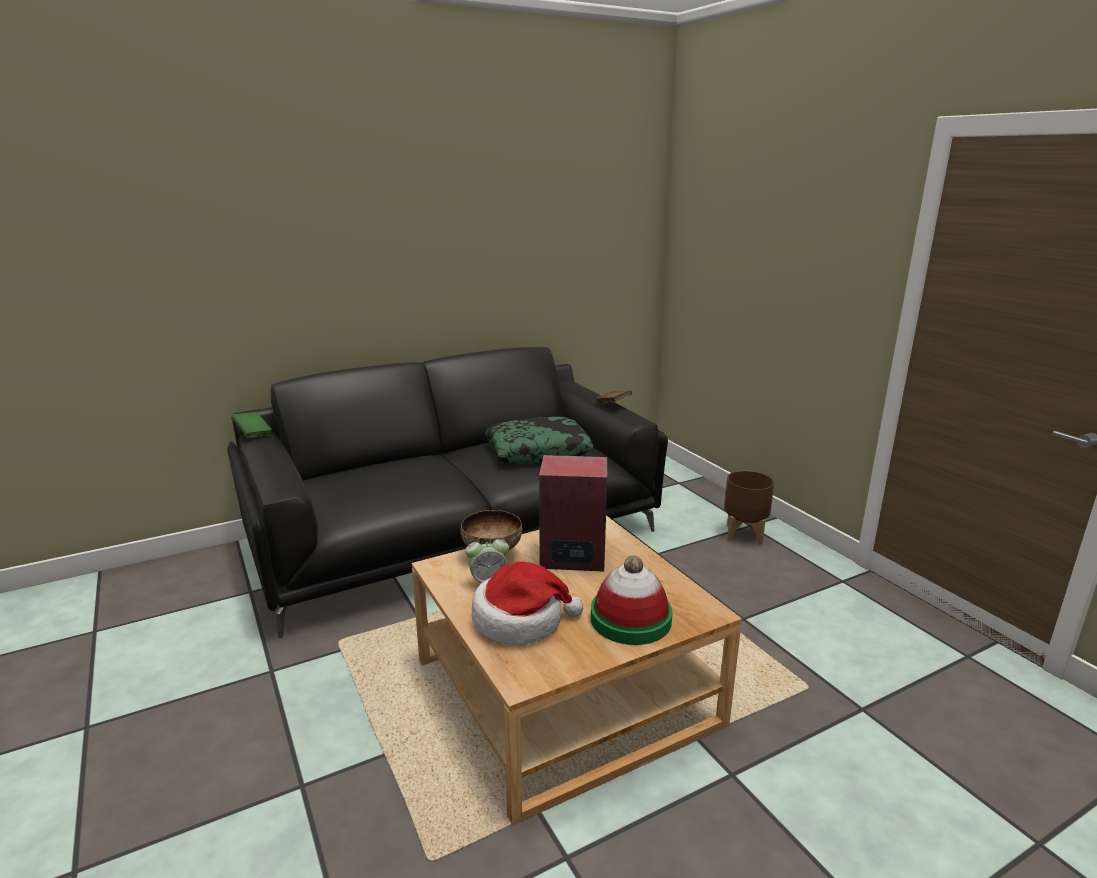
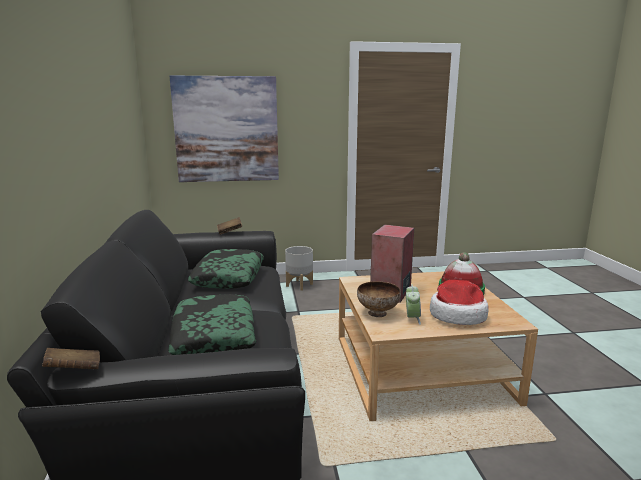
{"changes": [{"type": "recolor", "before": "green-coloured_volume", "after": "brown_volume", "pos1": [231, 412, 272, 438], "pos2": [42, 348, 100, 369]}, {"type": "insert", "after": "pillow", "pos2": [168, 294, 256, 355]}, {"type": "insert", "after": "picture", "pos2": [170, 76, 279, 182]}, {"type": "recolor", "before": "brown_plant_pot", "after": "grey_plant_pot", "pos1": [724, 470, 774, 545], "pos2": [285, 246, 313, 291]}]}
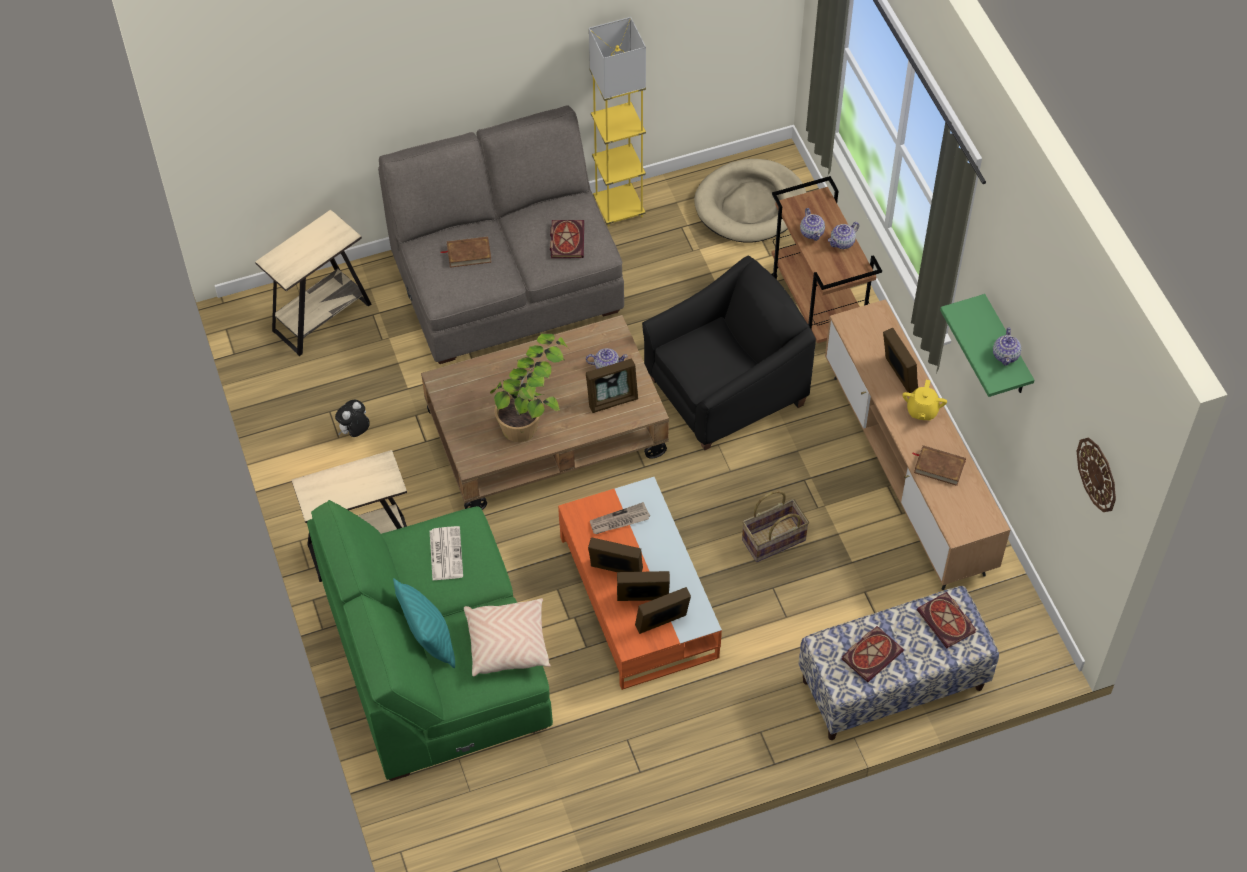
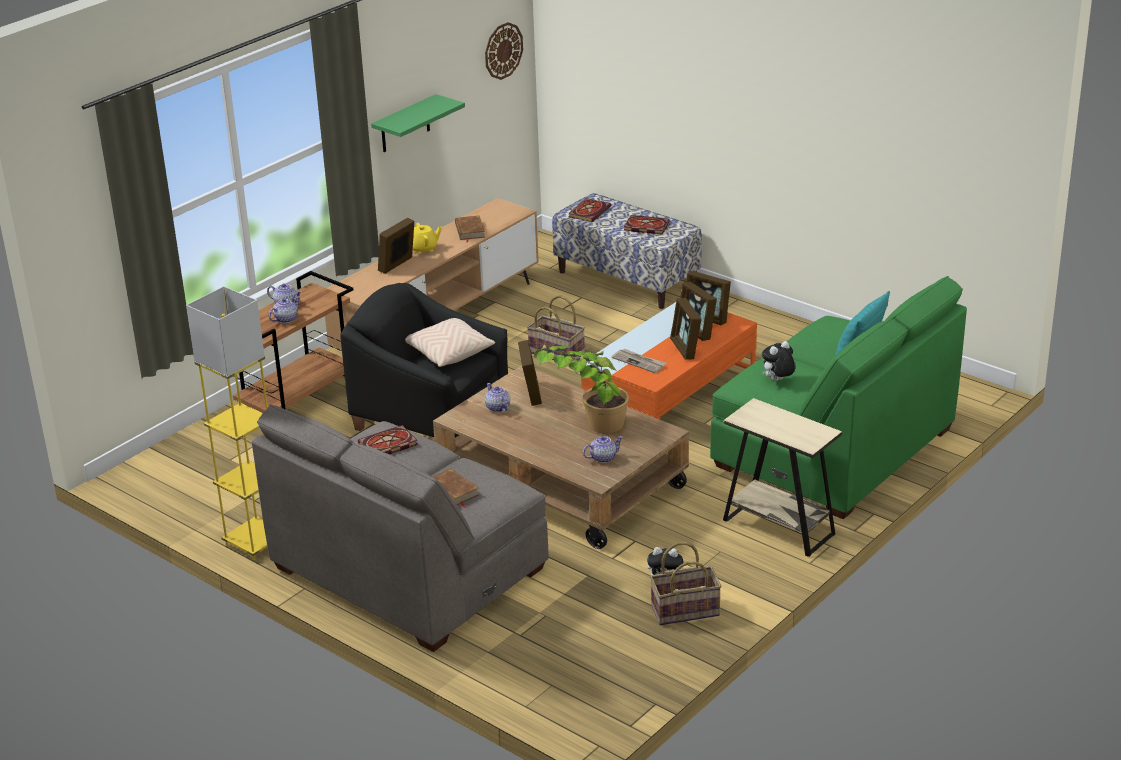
{"changes": [{"type": "move", "before": "beige-coloured_pillow", "pos1": [464, 598, 551, 677], "pos2": [405, 318, 495, 367]}, {"type": "rotate", "before": "photo_frame", "pos1": [586, 358, 638, 413], "pos2": [518, 340, 542, 406], "turn": 45}, {"type": "move", "before": "pot_for_tea", "pos1": [993, 327, 1021, 366], "pos2": [583, 436, 623, 463]}, {"type": "insert", "after": "basket", "pos2": [650, 542, 722, 625]}, {"type": "replace", "before": "newspaper", "after": "soft_toy", "pos1": [430, 526, 463, 580], "pos2": [762, 341, 796, 381]}, {"type": "delete", "before": "beige-coloured_end_table", "pos1": [255, 210, 371, 356]}, {"type": "delete", "before": "beige-coloured_pet_bed", "pos1": [694, 159, 806, 242]}]}
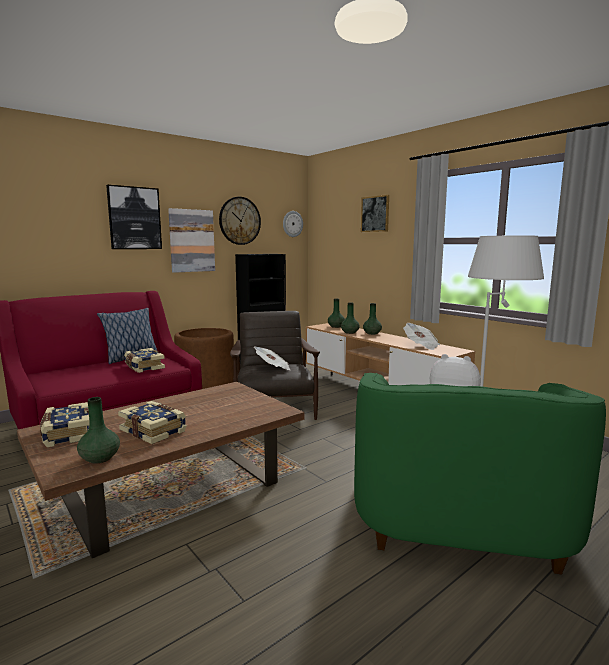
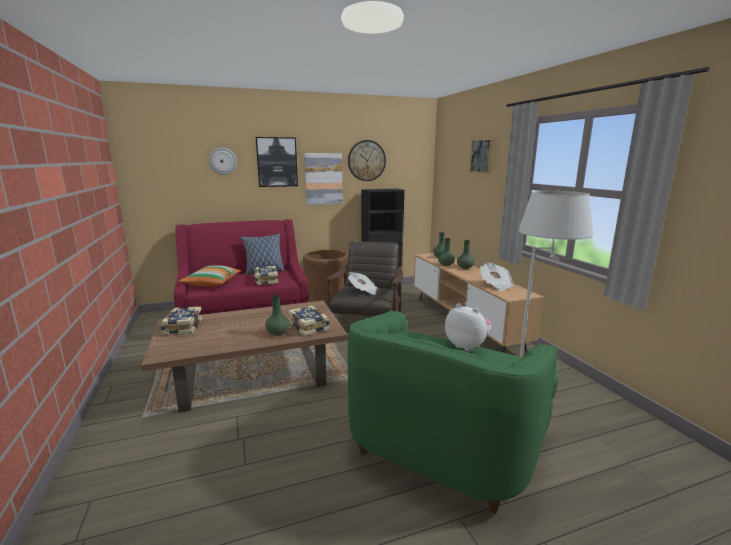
{"changes": [{"type": "insert", "after": "pillow", "pos2": [179, 265, 241, 286]}, {"type": "move", "before": "hanging_clock", "pos1": [283, 211, 303, 237], "pos2": [209, 147, 237, 175]}, {"type": "move", "before": "green-coloured_flower_vase", "pos1": [77, 397, 120, 464], "pos2": [265, 295, 290, 336]}, {"type": "move", "before": "volume", "pos1": [118, 401, 187, 444], "pos2": [288, 306, 330, 336]}]}
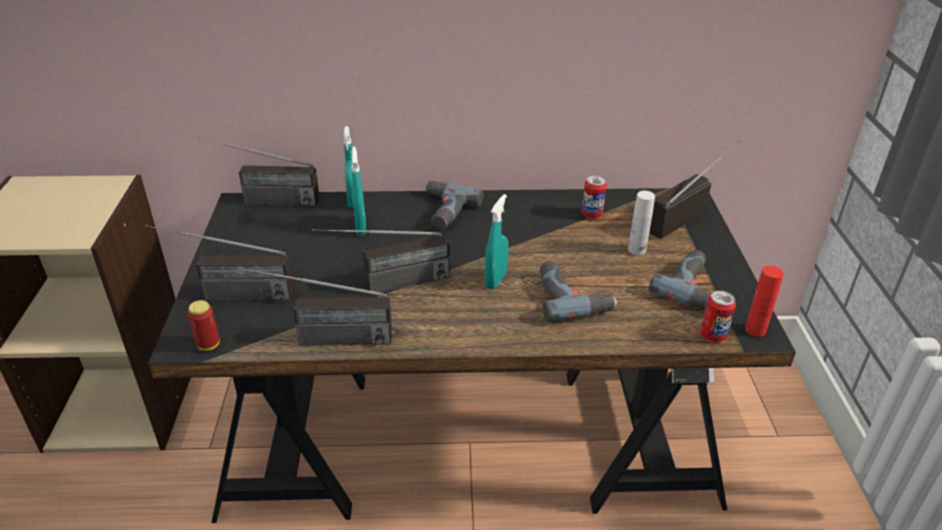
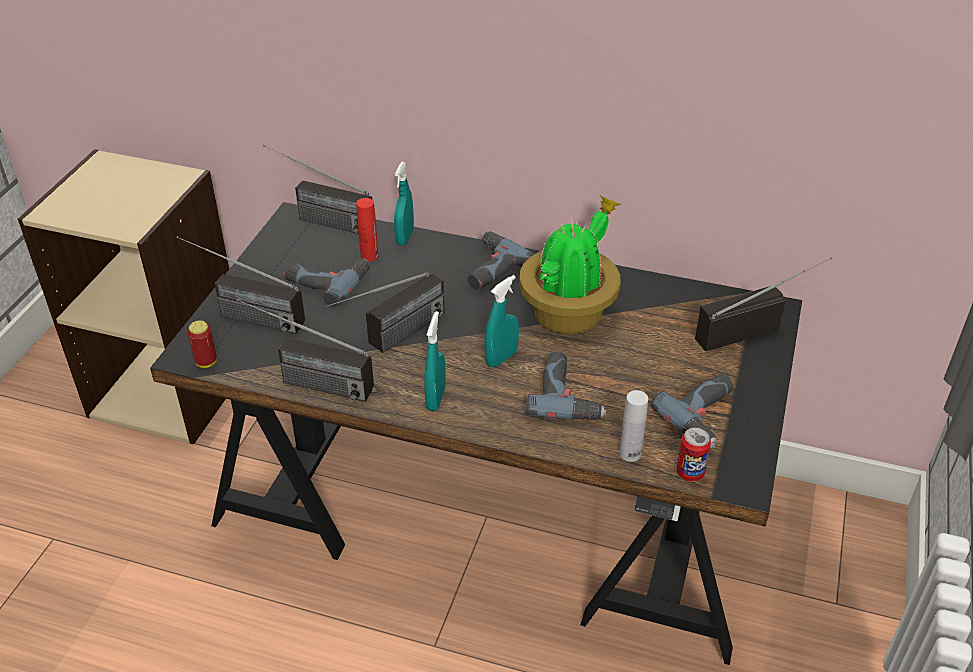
{"changes": [{"type": "insert", "after": "electric_drill", "pos2": [283, 258, 370, 307]}, {"type": "rotate", "before": "radio", "pos1": [313, 229, 450, 292], "pos2": [326, 272, 444, 353], "turn": -45}, {"type": "move", "before": "reddish_beverage_bottle", "pos1": [745, 266, 784, 337], "pos2": [356, 198, 379, 261]}, {"type": "move", "before": "blue-green_sprayer", "pos1": [352, 146, 366, 236], "pos2": [424, 311, 446, 411]}, {"type": "insert", "after": "plant_in_a_pot", "pos2": [519, 195, 621, 334]}, {"type": "move", "before": "whitish_beverage_bottle", "pos1": [628, 191, 655, 255], "pos2": [619, 390, 648, 462]}, {"type": "delete", "before": "sealed_can", "pos1": [582, 176, 607, 219]}]}
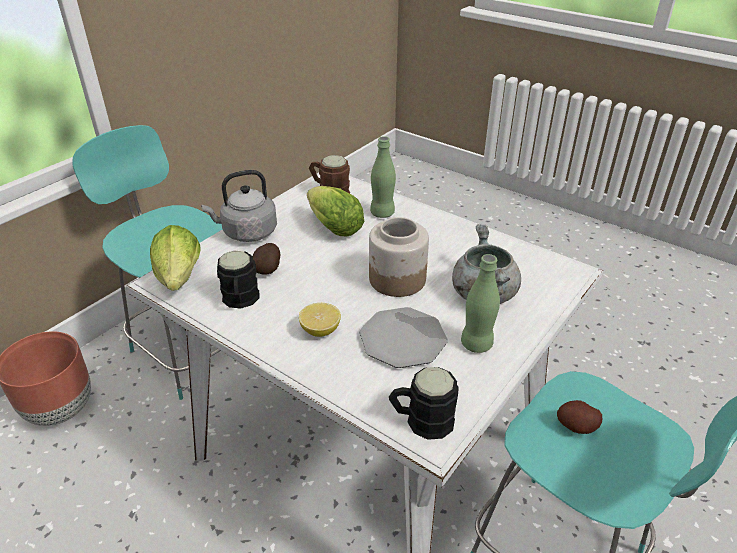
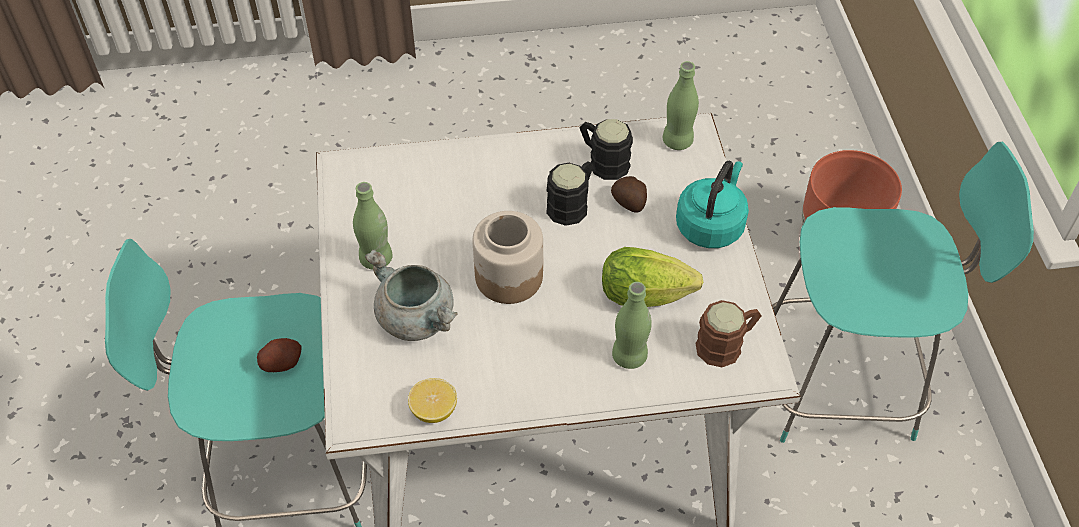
{"changes": [{"type": "move", "before": "lemon", "pos1": [299, 303, 341, 337], "pos2": [408, 378, 457, 423]}, {"type": "move", "before": "black-coloured_tea_mug", "pos1": [389, 367, 458, 440], "pos2": [546, 161, 593, 226]}, {"type": "replace", "before": "lettuce", "after": "green-coloured_beverage_bottle", "pos1": [150, 225, 201, 291], "pos2": [663, 61, 699, 150]}, {"type": "recolor", "before": "grey_water_kettle", "after": "blue-green_water_kettle", "pos1": [201, 170, 277, 242], "pos2": [676, 161, 749, 248]}, {"type": "delete", "before": "dinner_plate", "pos1": [360, 307, 448, 368]}]}
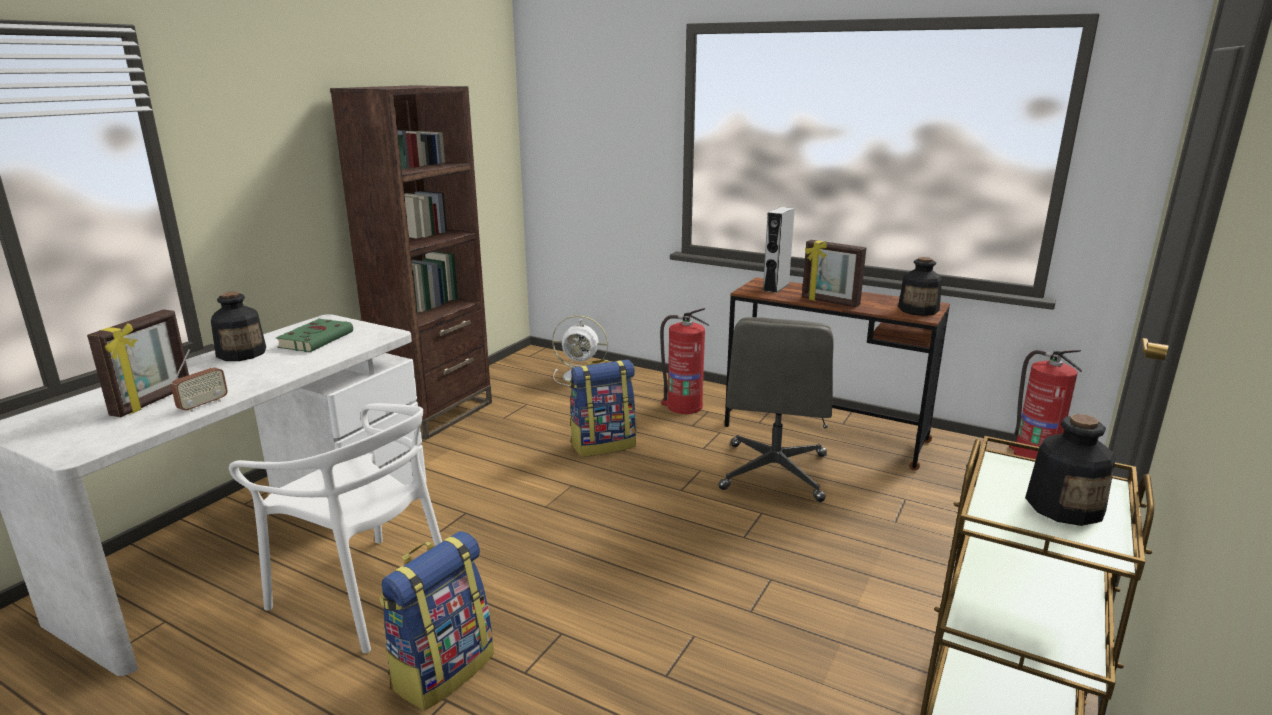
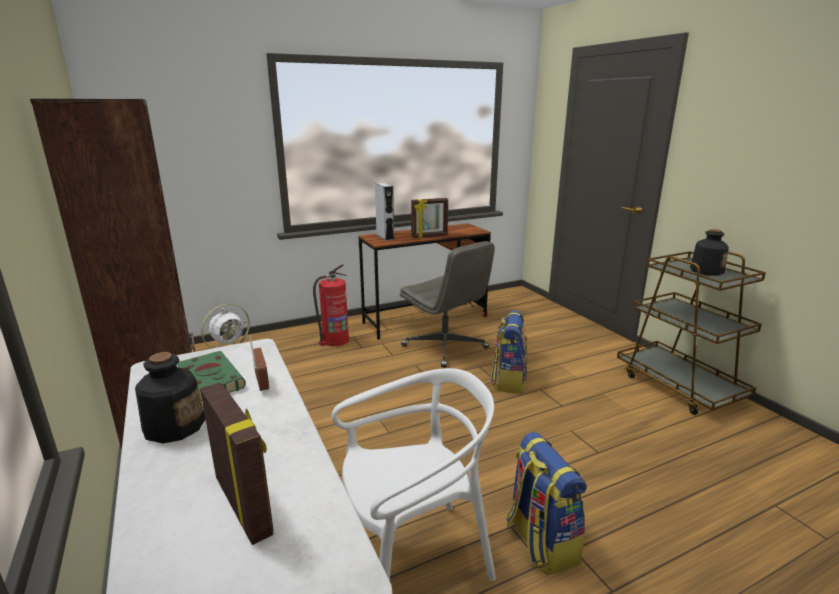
{"changes": [{"type": "move", "before": "radio", "pos1": [171, 349, 228, 412], "pos2": [249, 335, 269, 391]}, {"type": "move", "before": "backpack", "pos1": [570, 359, 636, 457], "pos2": [491, 310, 528, 394]}, {"type": "delete", "before": "beverage_bottle", "pos1": [898, 257, 942, 316]}, {"type": "delete", "before": "fire-fighting_cylinder", "pos1": [1009, 350, 1082, 459]}]}
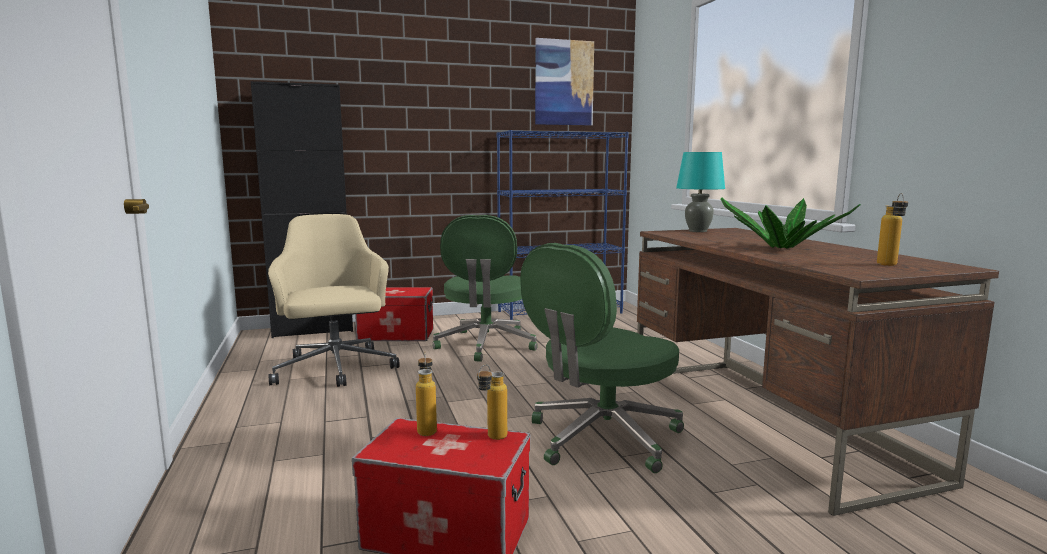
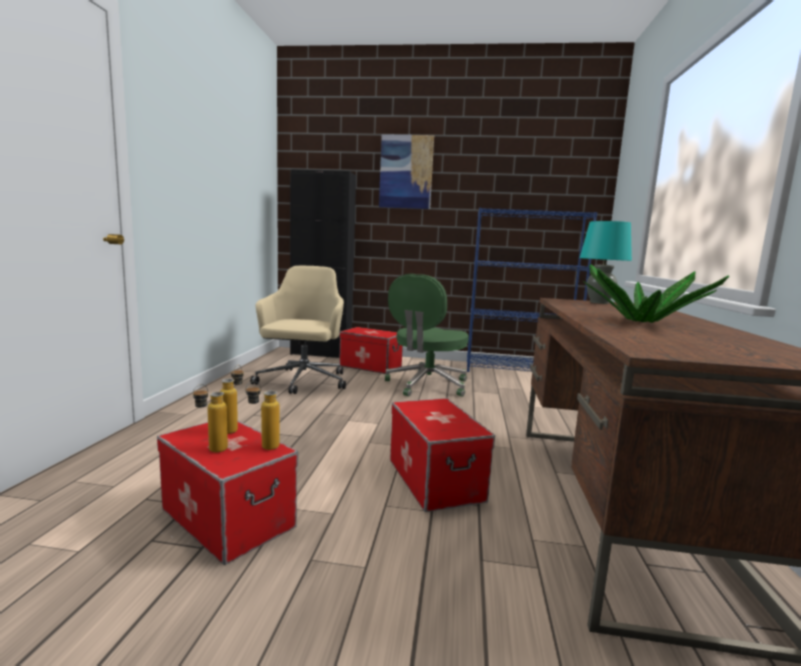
{"changes": [{"type": "move", "before": "beverage_bottle", "pos1": [877, 193, 908, 266], "pos2": [193, 384, 228, 453]}, {"type": "move", "before": "picture", "pos1": [535, 38, 594, 125], "pos2": [379, 134, 434, 209]}, {"type": "replace", "before": "green-coloured_computer_chair", "after": "storage_bin", "pos1": [520, 243, 684, 473], "pos2": [390, 398, 495, 512]}]}
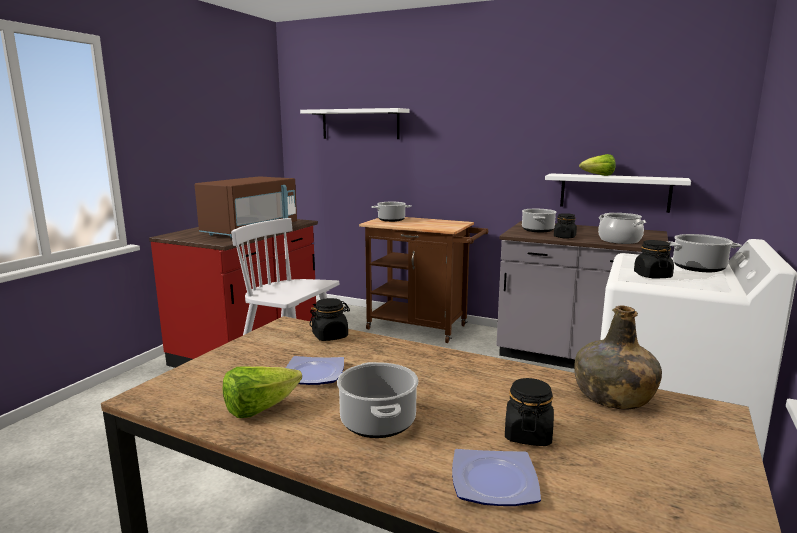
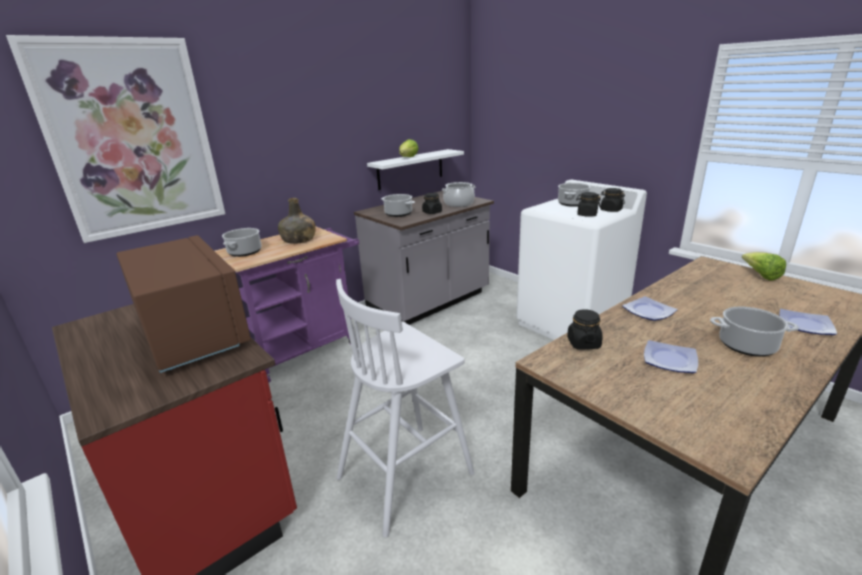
{"changes": [{"type": "replace", "before": "whitish_bracket_shelf", "after": "picture", "pos1": [300, 108, 410, 139], "pos2": [6, 35, 225, 243]}, {"type": "recolor", "before": "brown_wheeled_cart", "after": "purple-coloured_wheeled_cart", "pos1": [359, 217, 488, 343], "pos2": [215, 226, 359, 383]}, {"type": "move", "before": "green-coloured_beverage_bottle", "pos1": [574, 305, 662, 410], "pos2": [278, 198, 316, 244]}, {"type": "move", "before": "black-coloured_storage_jar", "pos1": [505, 378, 554, 446], "pos2": [600, 188, 625, 212]}, {"type": "insert", "after": "dinner_plate", "pos2": [622, 296, 678, 321]}, {"type": "move", "before": "lettuce", "pos1": [223, 366, 302, 418], "pos2": [742, 252, 786, 281]}]}
